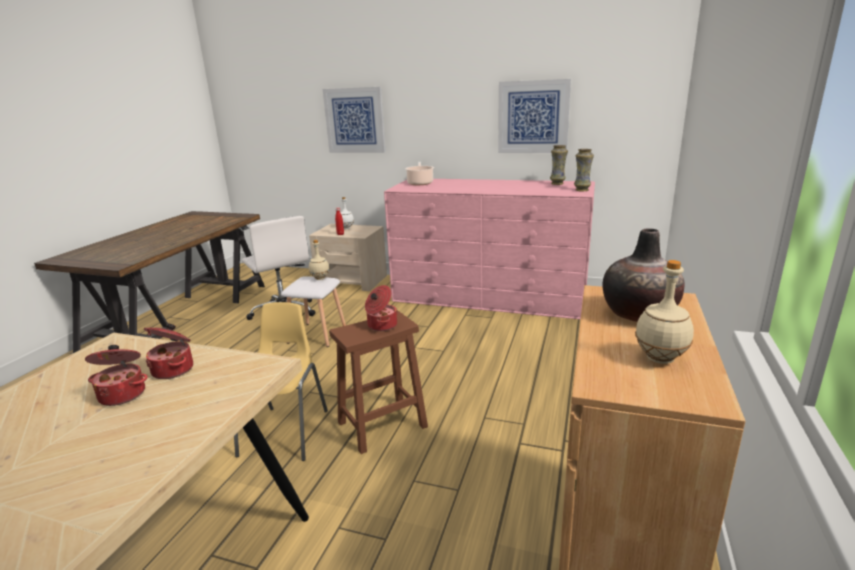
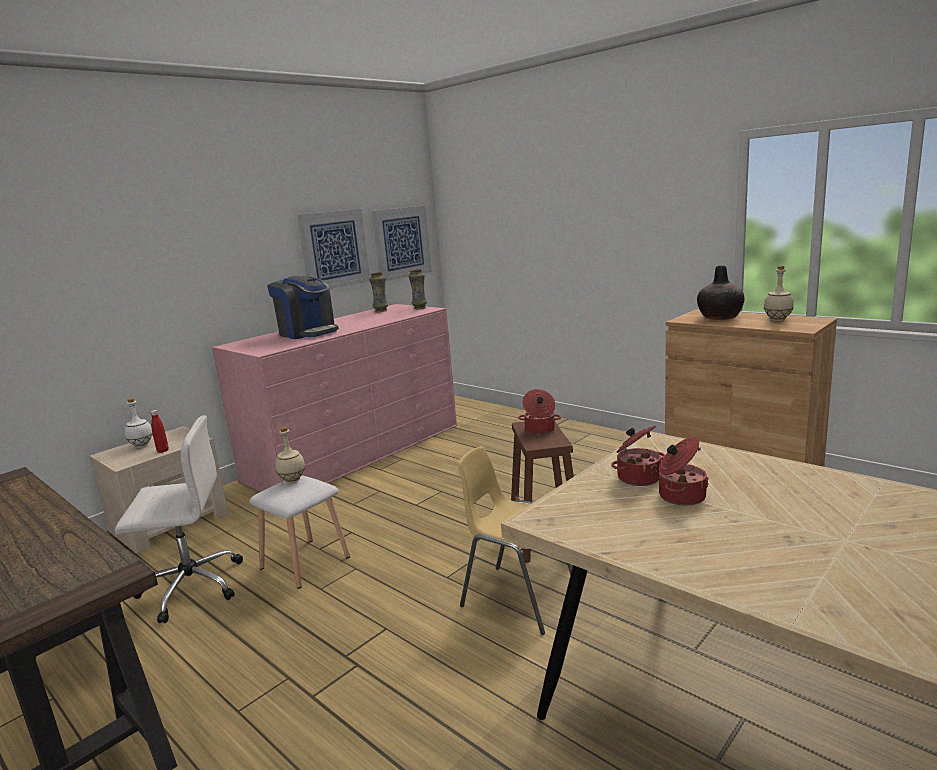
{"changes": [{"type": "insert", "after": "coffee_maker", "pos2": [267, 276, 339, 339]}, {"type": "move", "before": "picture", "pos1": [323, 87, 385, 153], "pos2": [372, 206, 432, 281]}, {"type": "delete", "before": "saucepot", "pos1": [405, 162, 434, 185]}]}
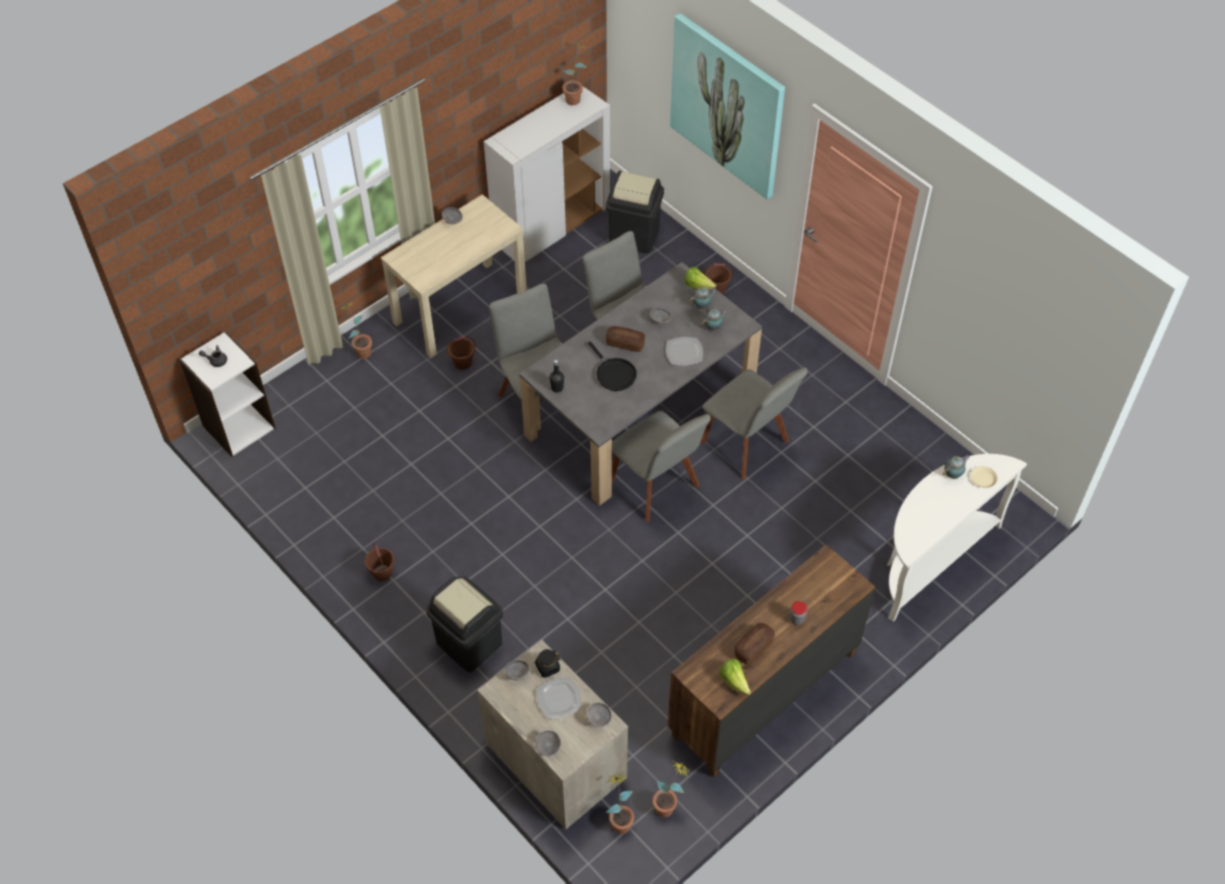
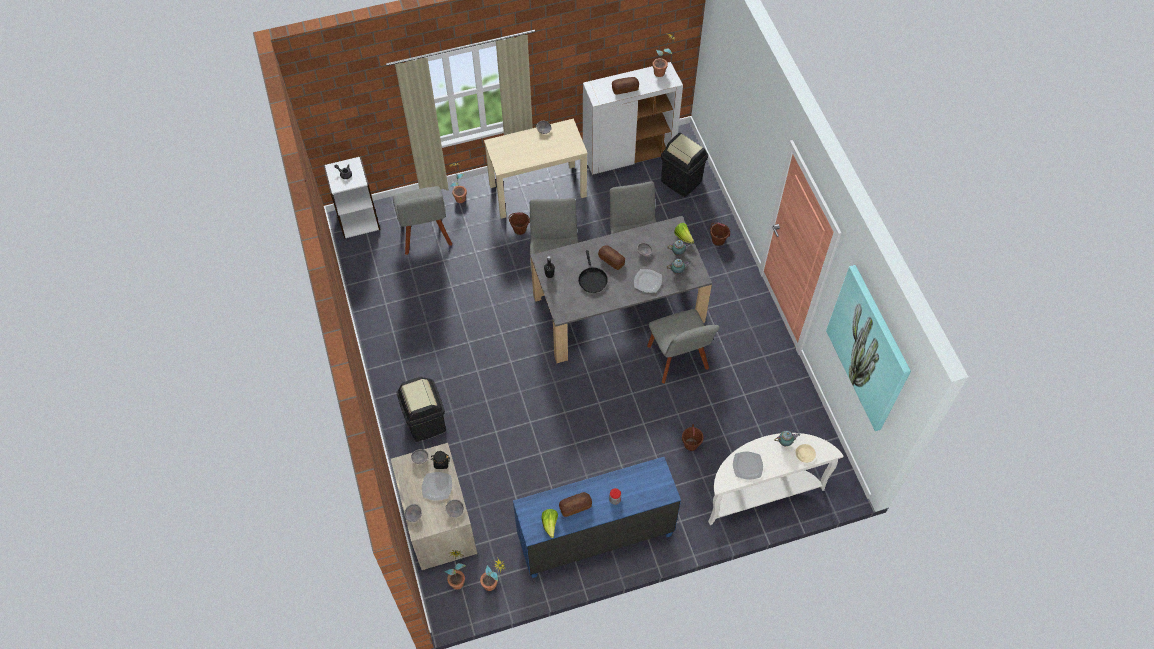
{"changes": [{"type": "move", "before": "grey_plain_chair", "pos1": [612, 411, 711, 522], "pos2": [393, 186, 452, 255]}, {"type": "recolor", "before": "brown_dresser", "after": "blue_dresser", "pos1": [668, 544, 875, 777], "pos2": [513, 457, 681, 578]}, {"type": "insert", "after": "bakery_bread", "pos2": [612, 77, 639, 94]}, {"type": "move", "before": "brown_pail", "pos1": [365, 543, 395, 581], "pos2": [682, 424, 703, 451]}, {"type": "insert", "after": "dinner_plate", "pos2": [733, 452, 763, 480]}, {"type": "move", "before": "picture", "pos1": [670, 13, 785, 200], "pos2": [826, 265, 911, 431]}]}
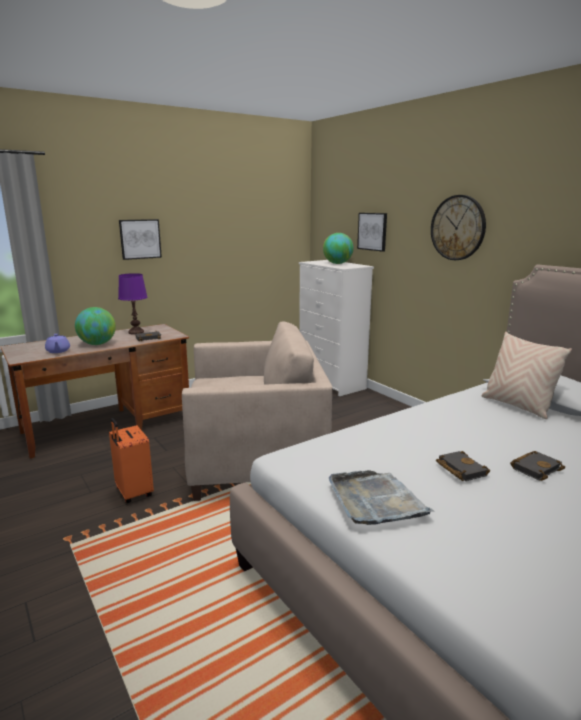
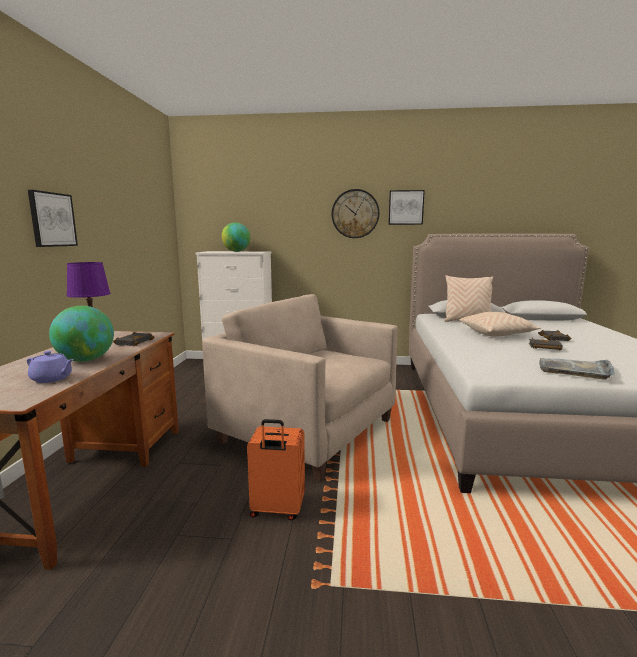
{"changes": [{"type": "rotate", "before": "beige-coloured_armchair", "pos1": [182, 321, 332, 501], "pos2": [202, 294, 398, 482], "turn": -90}, {"type": "move", "before": "picture", "pos1": [357, 213, 387, 252], "pos2": [388, 190, 425, 225]}, {"type": "insert", "after": "beige-coloured_pillow", "pos2": [460, 312, 541, 337]}]}
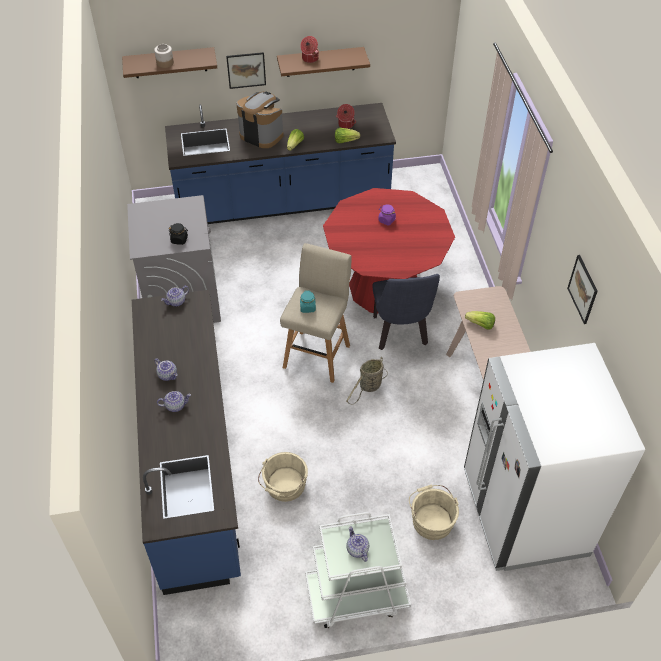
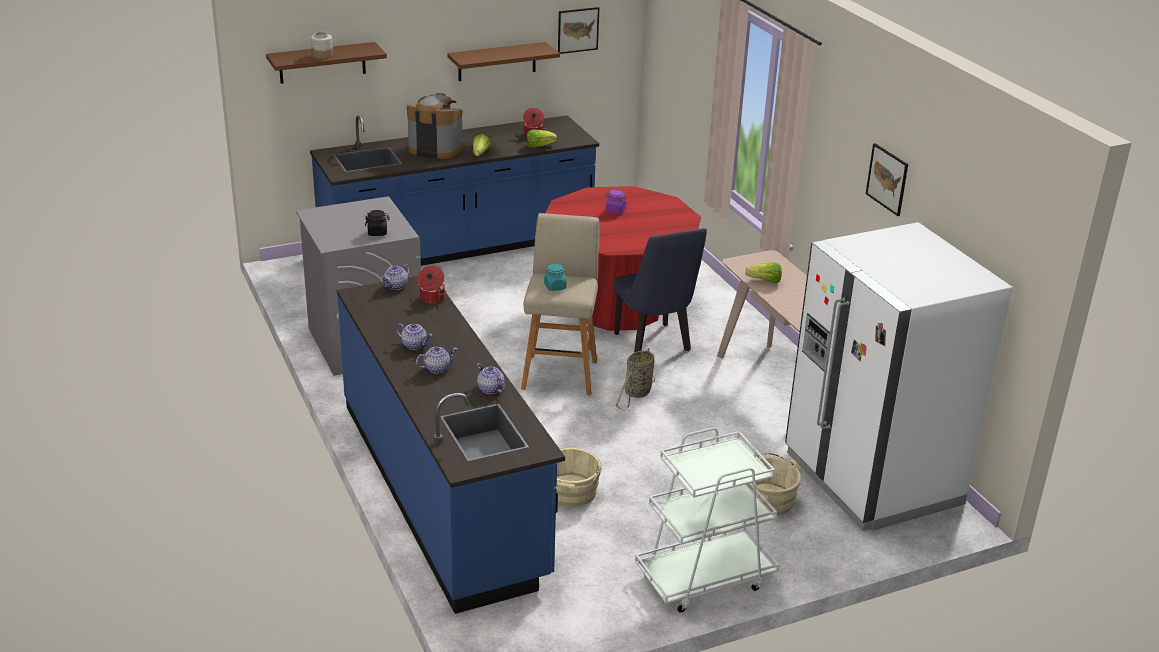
{"changes": [{"type": "move", "before": "saucepot", "pos1": [300, 36, 319, 63], "pos2": [418, 265, 447, 303]}, {"type": "move", "before": "pot_for_tea", "pos1": [346, 526, 369, 562], "pos2": [477, 363, 505, 394]}, {"type": "move", "before": "picture", "pos1": [226, 52, 266, 89], "pos2": [558, 7, 599, 54]}]}
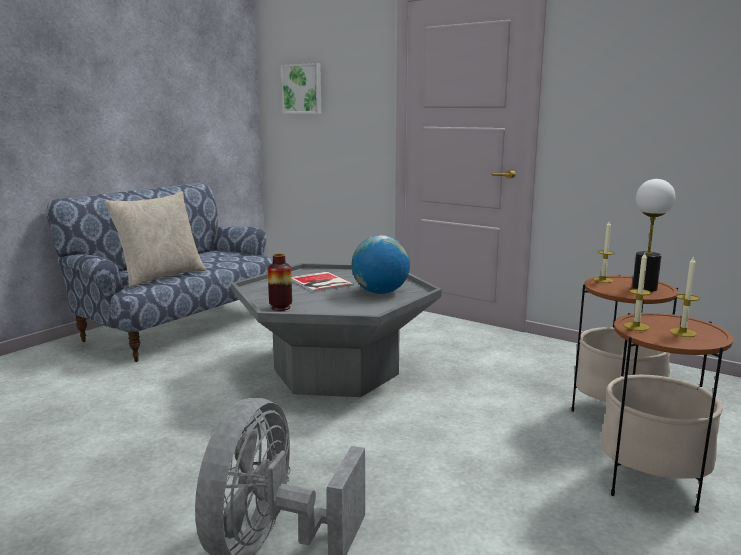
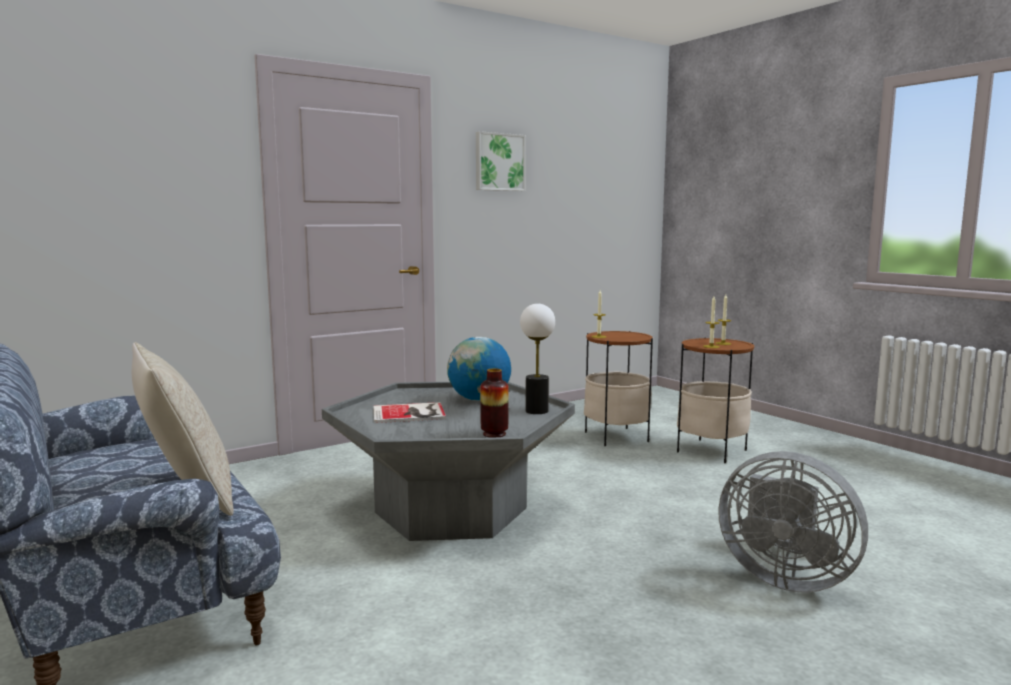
{"changes": [{"type": "move", "before": "picture", "pos1": [281, 63, 321, 114], "pos2": [476, 131, 526, 191]}, {"type": "move", "before": "table_lamp", "pos1": [632, 179, 675, 292], "pos2": [520, 304, 555, 414]}]}
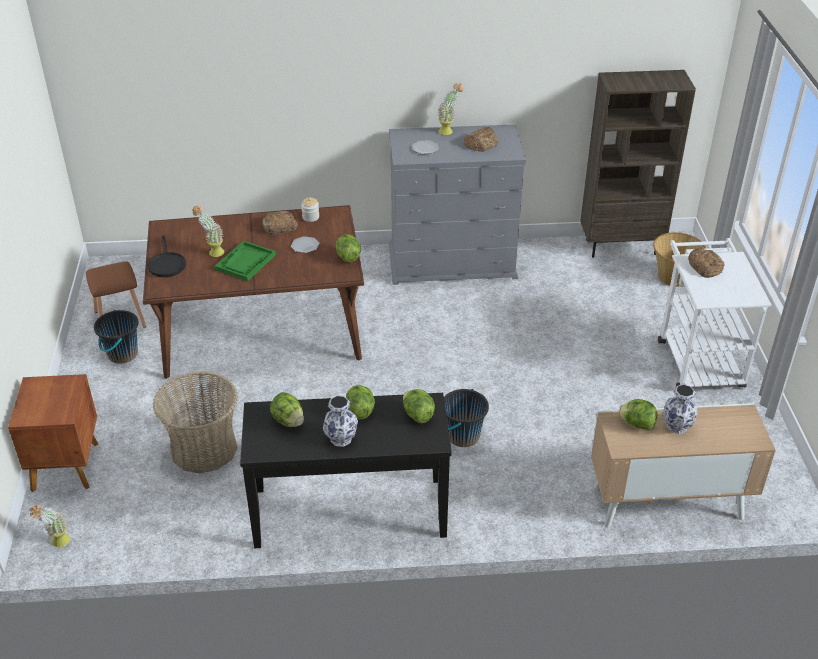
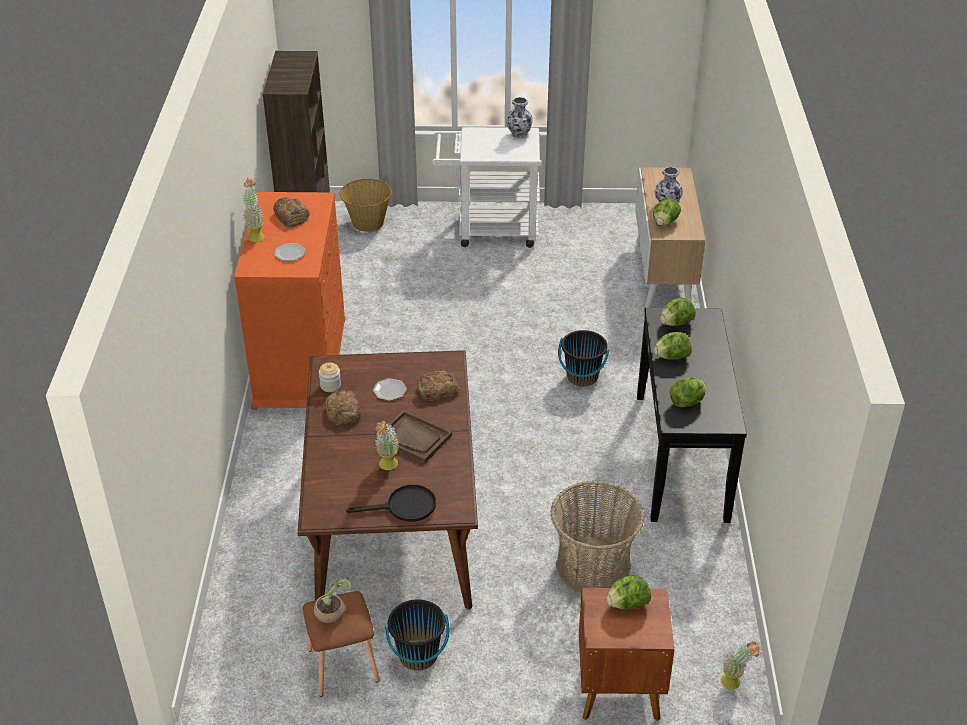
{"changes": [{"type": "recolor", "before": "grey_dresser", "after": "orange-coloured_dresser", "pos1": [389, 124, 526, 285], "pos2": [234, 192, 345, 410]}, {"type": "insert", "after": "plant_in_a_pot", "pos2": [314, 573, 352, 623]}, {"type": "recolor", "before": "green-coloured_carrying_tray", "after": "brown_carrying_tray", "pos1": [215, 241, 276, 281], "pos2": [375, 410, 452, 464]}, {"type": "move", "before": "bakery_bread", "pos1": [688, 248, 724, 278], "pos2": [417, 371, 460, 401]}, {"type": "move", "before": "flower_vase", "pos1": [323, 396, 358, 447], "pos2": [507, 97, 533, 139]}, {"type": "move", "before": "lettuce", "pos1": [336, 234, 361, 263], "pos2": [607, 575, 651, 609]}]}
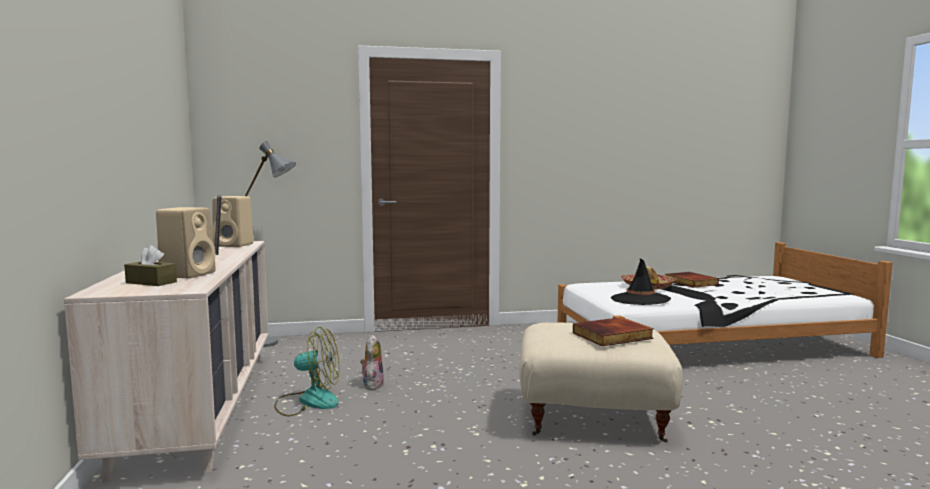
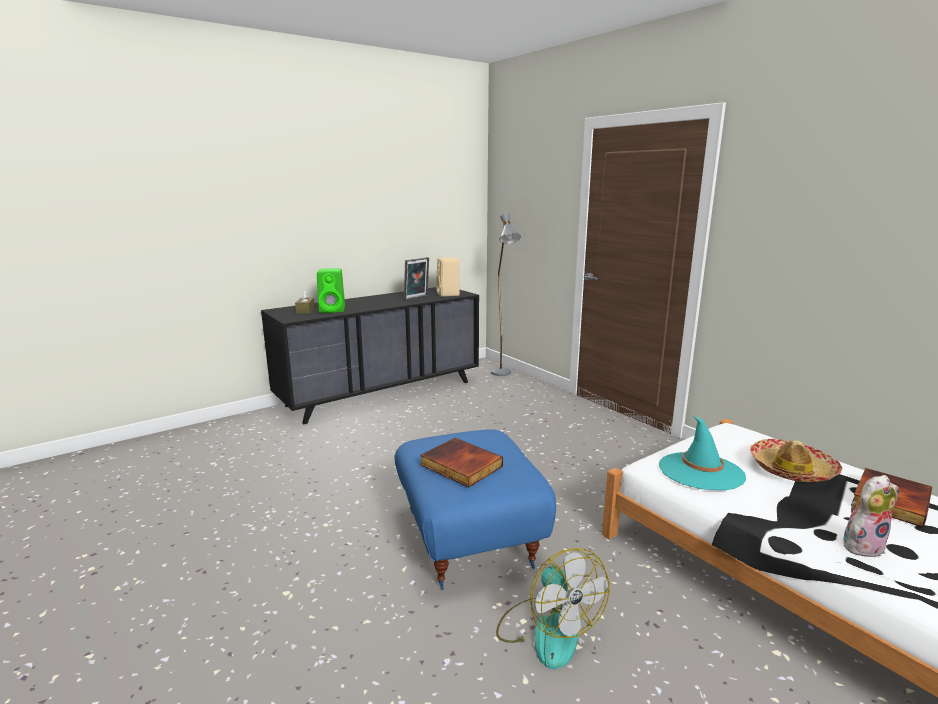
{"changes": [{"type": "recolor", "before": "beige-coloured_dresser", "after": "black-coloured_dresser", "pos1": [64, 241, 269, 482], "pos2": [261, 287, 479, 424]}, {"type": "recolor", "before": "beige-coloured_speaker", "after": "green-coloured_speaker", "pos1": [156, 207, 216, 278], "pos2": [317, 268, 345, 313]}, {"type": "recolor", "before": "beige-coloured_pouffe", "after": "blue_pouffe", "pos1": [519, 322, 683, 443], "pos2": [394, 429, 556, 590]}, {"type": "move", "before": "electric_fan", "pos1": [274, 327, 339, 416], "pos2": [496, 548, 610, 669]}, {"type": "recolor", "before": "black-coloured_hat", "after": "blue-green_hat", "pos1": [611, 258, 671, 305], "pos2": [659, 416, 746, 490]}, {"type": "move", "before": "soft_toy", "pos1": [360, 335, 384, 390], "pos2": [843, 475, 899, 558]}]}
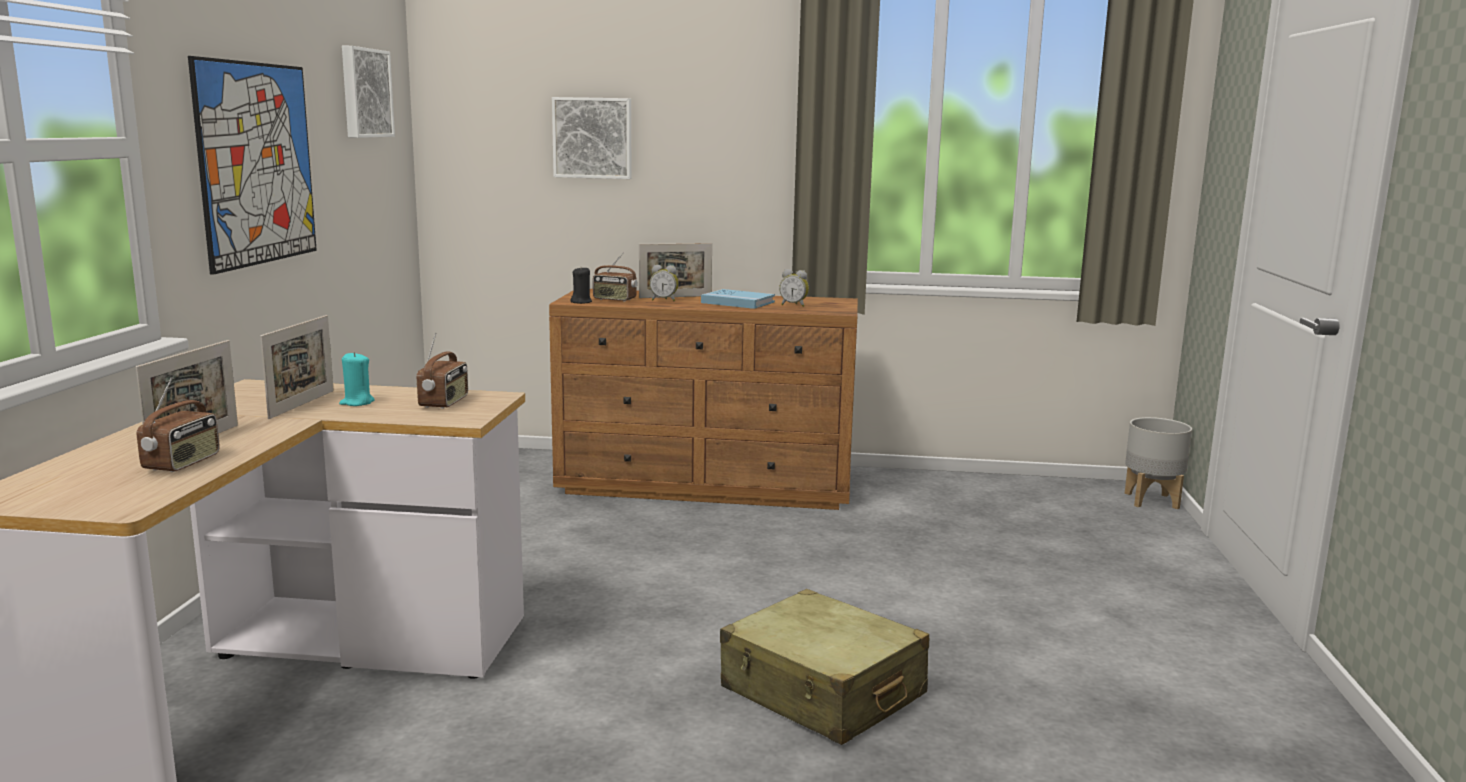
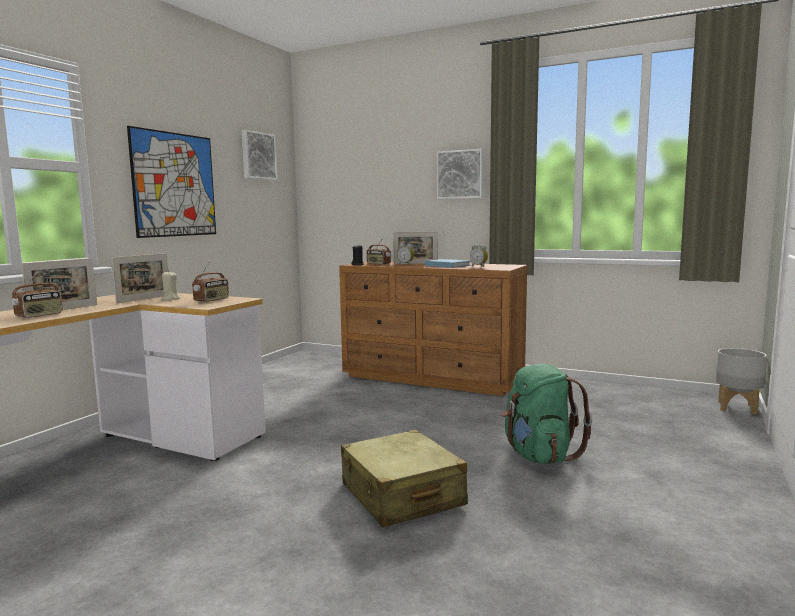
{"changes": [{"type": "recolor", "before": "blue-green_candle", "after": "beige-coloured_candle", "pos1": [339, 352, 375, 406], "pos2": [161, 271, 180, 300]}, {"type": "move", "before": "picture", "pos1": [552, 97, 632, 179], "pos2": [437, 149, 483, 199]}, {"type": "insert", "after": "green-coloured_backpack", "pos2": [501, 364, 592, 464]}]}
